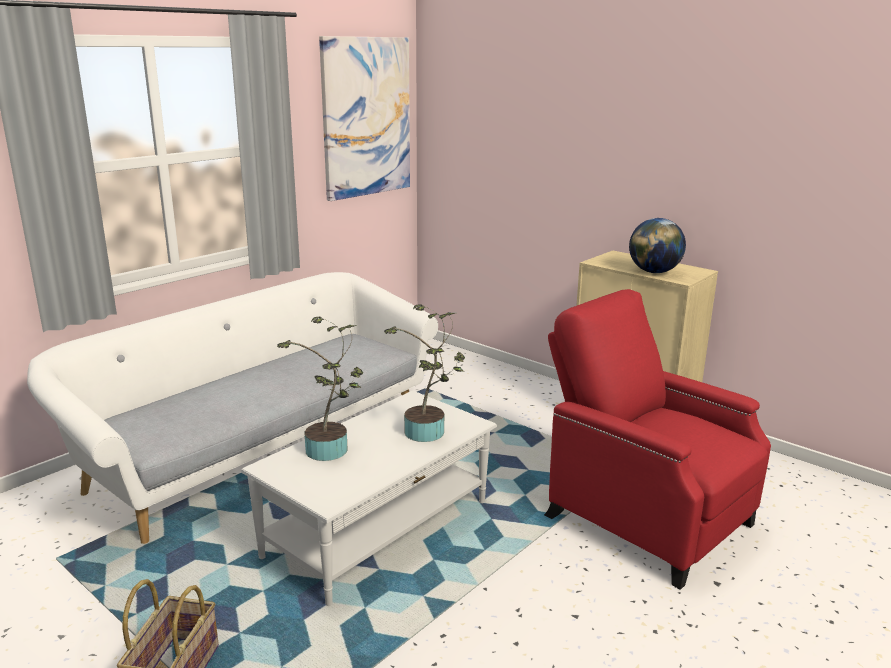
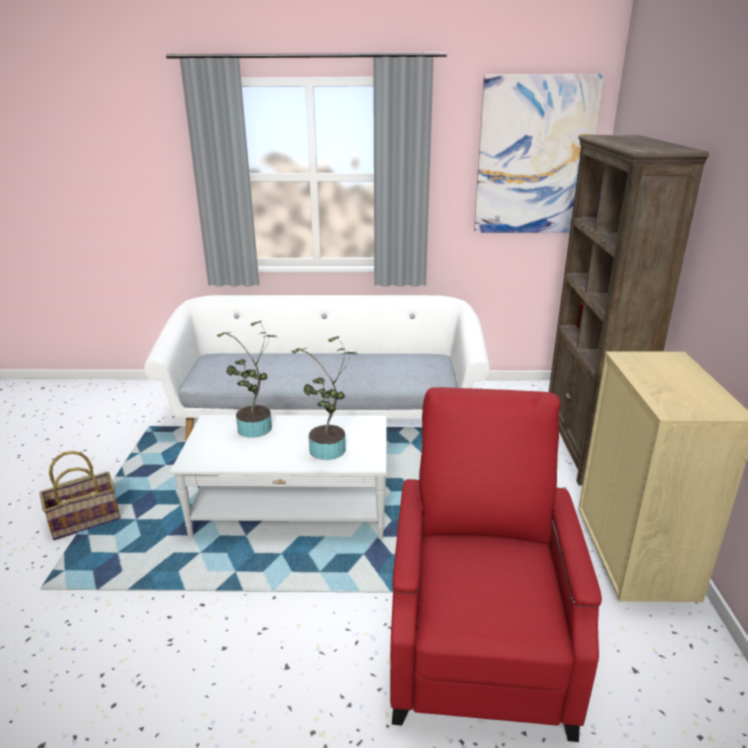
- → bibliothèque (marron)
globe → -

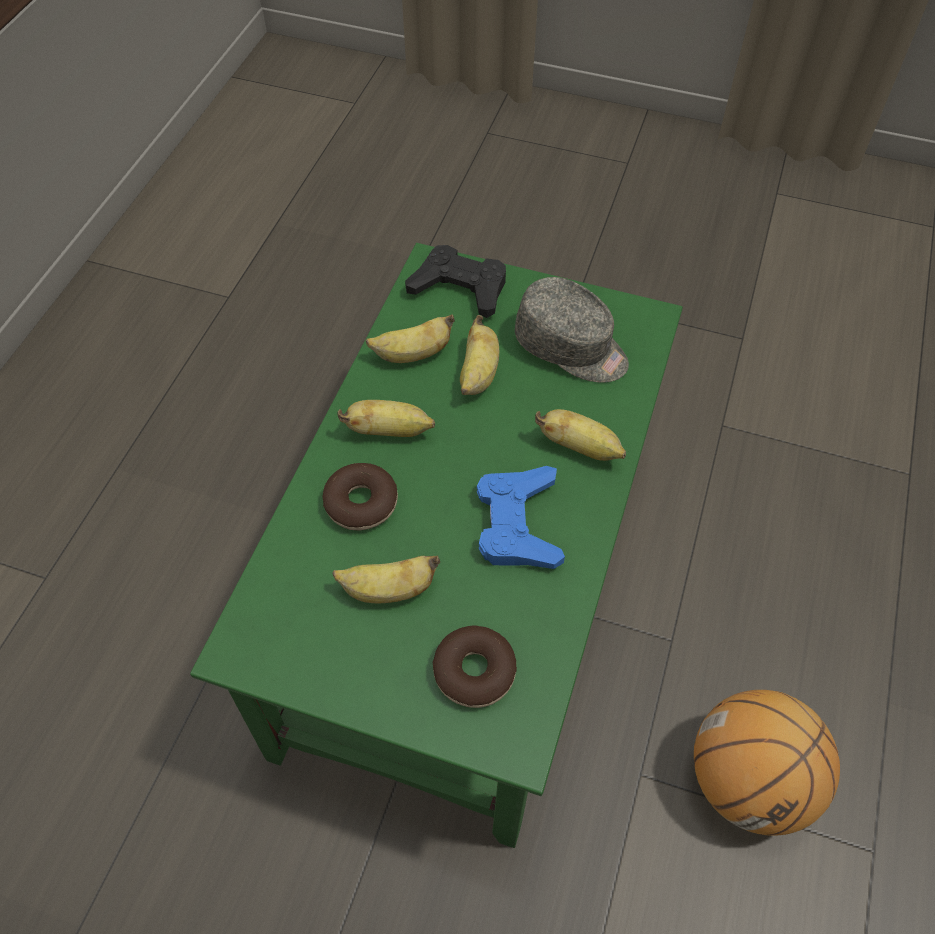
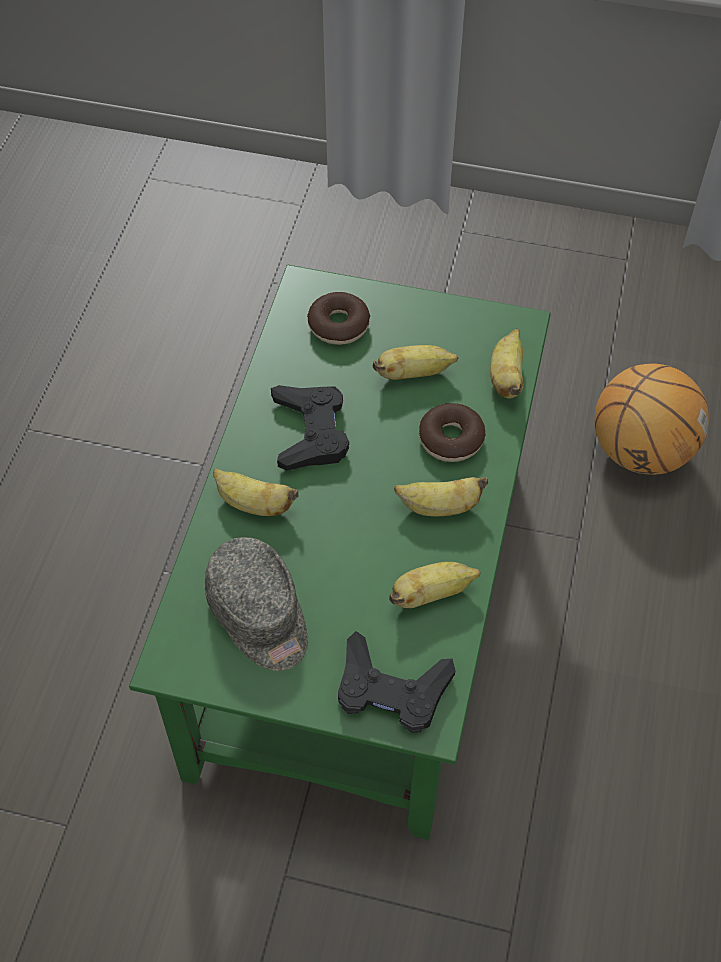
casquette (gris), 150 degrees counterclockwise
manette (bleu) → manette (noir) (1st from left)
banane (4th from left in the first image) → banane (5th from left), moved
ballon de basket, moved

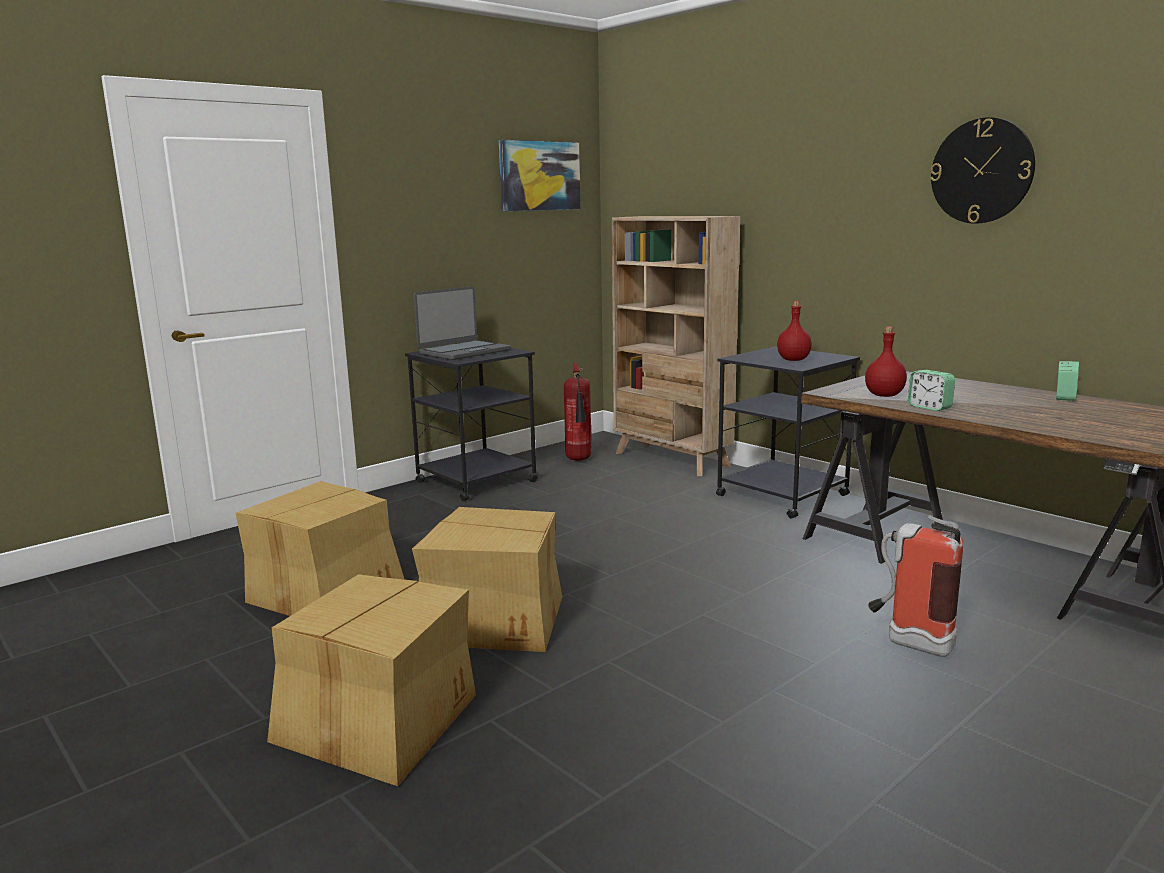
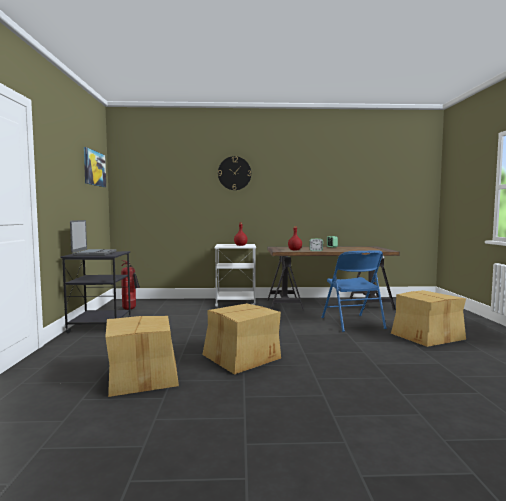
chariot (noir) (2nd from left) → chariot (blanc)
horloge murale, moved
extincteur (2nd from left) → chaise (bleu)
carton (2nd from left in the first image) → carton (3rd from left), moved
bibliothèque (beige) → -

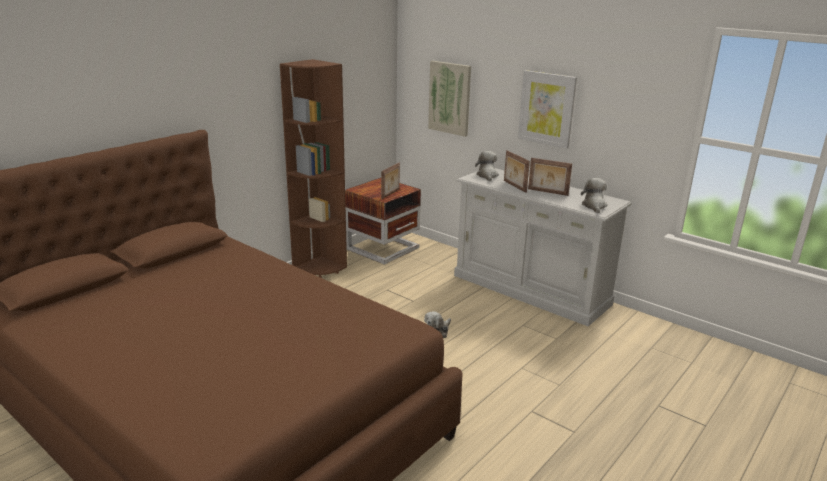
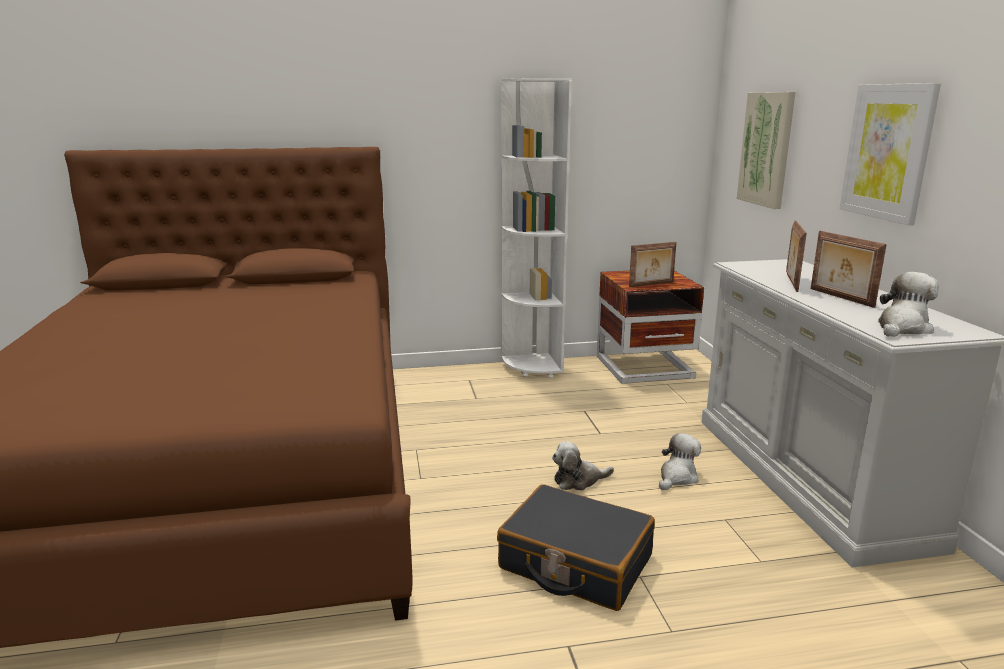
- → valise (noir)
bibliothèque (marron) → bibliothèque (blanc)
peluche (2nd from left), moved

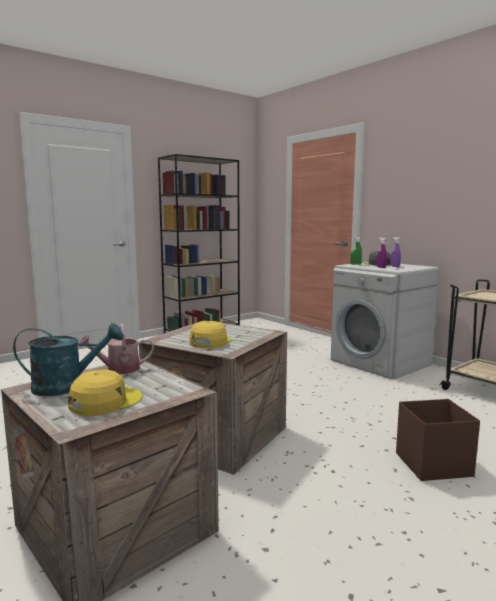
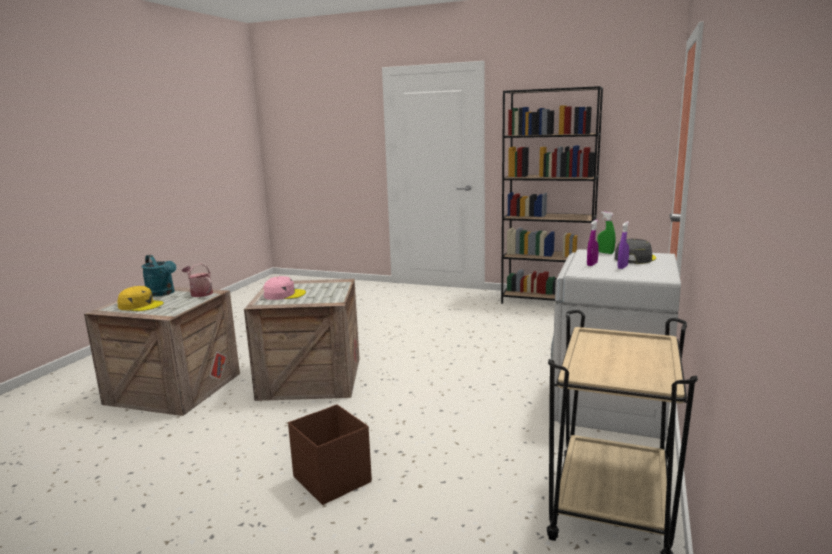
casquette (jaune) (2nd from left) → casquette (rose)

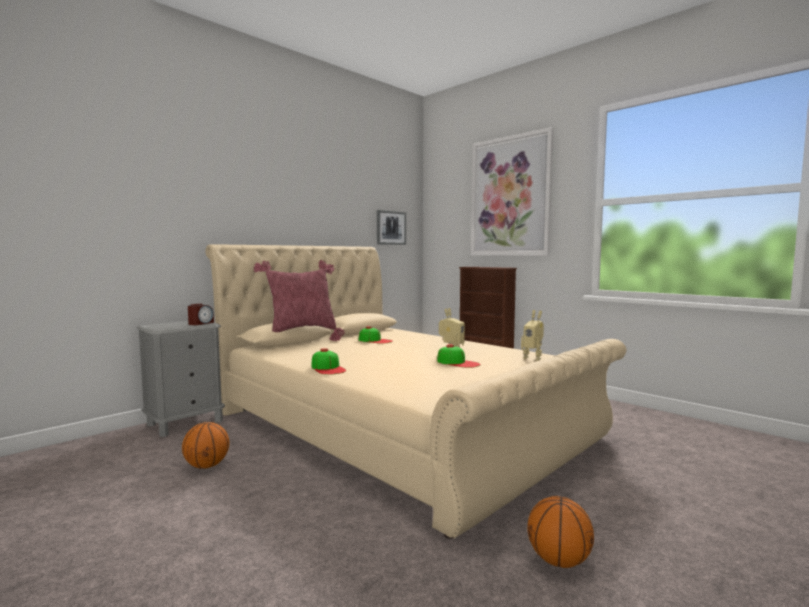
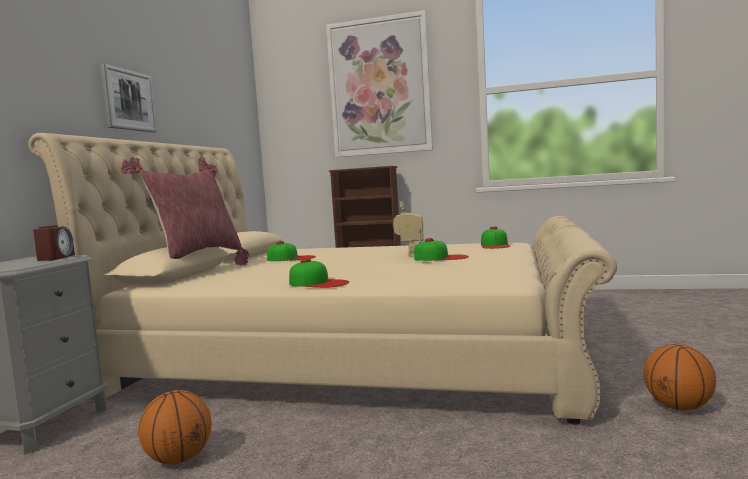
tableau (1st from left), moved
robot jouet (2nd from left) → casquette (4th from left)

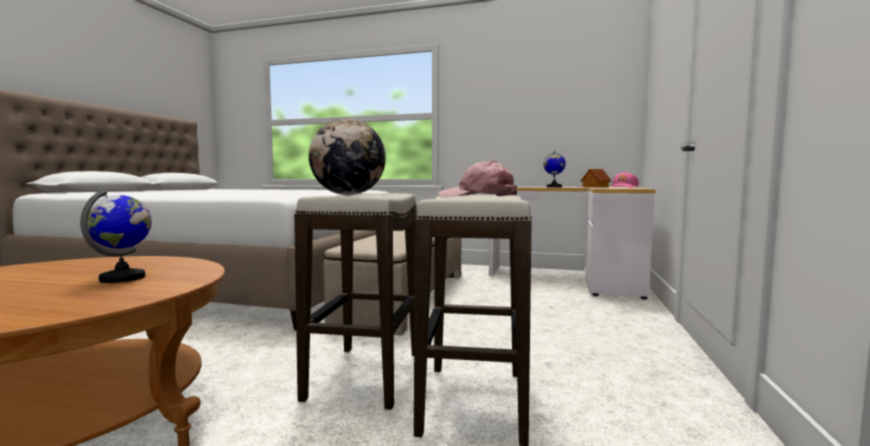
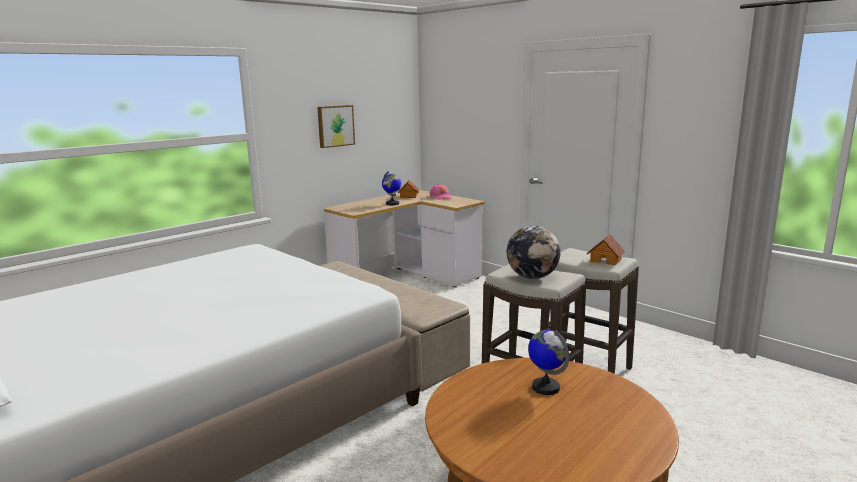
- → tableau
casquette (rose) (1st from left) → maison miniature (2nd from left)

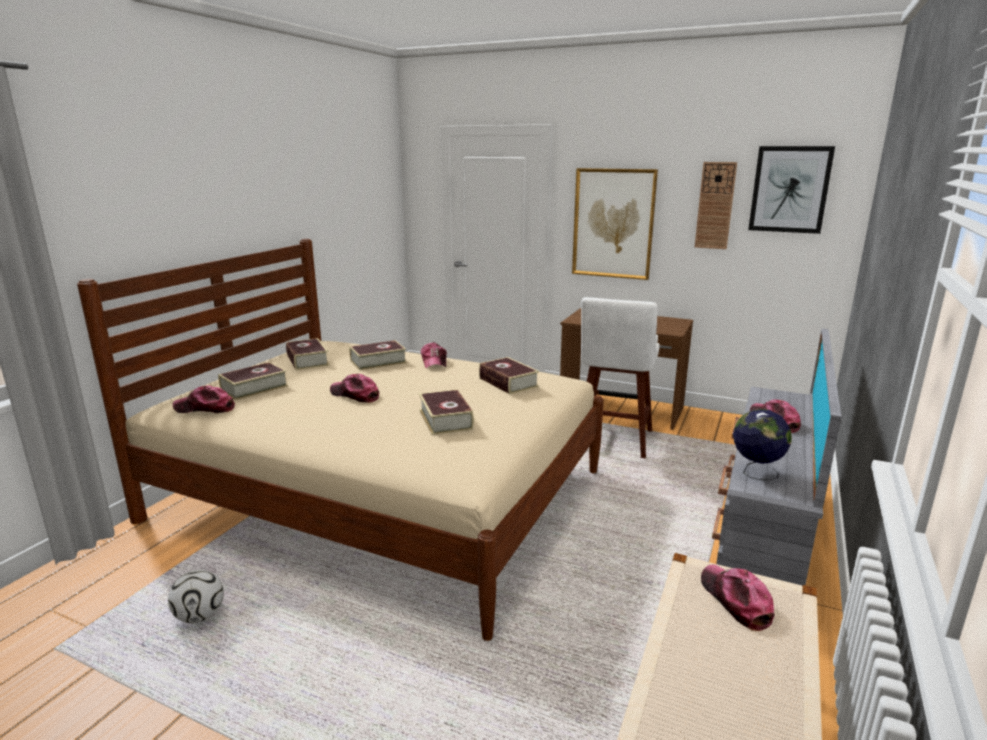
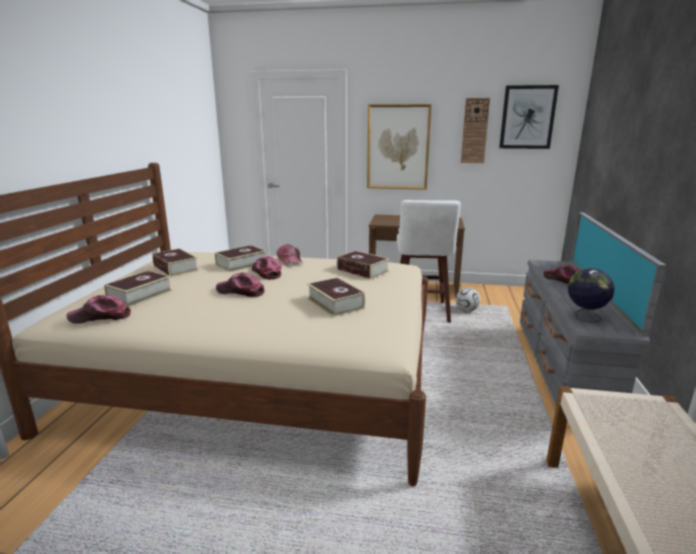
casquette (4th from left in the first image) → casquette (3rd from left), moved
ballon de foot, moved

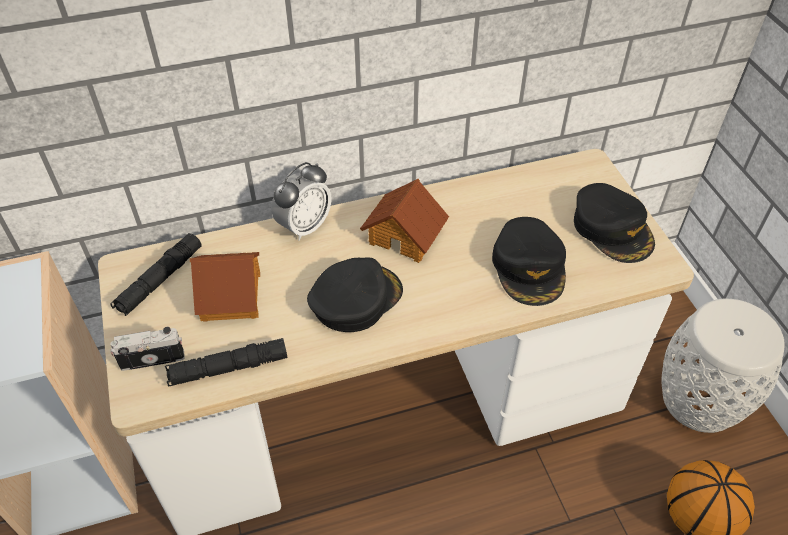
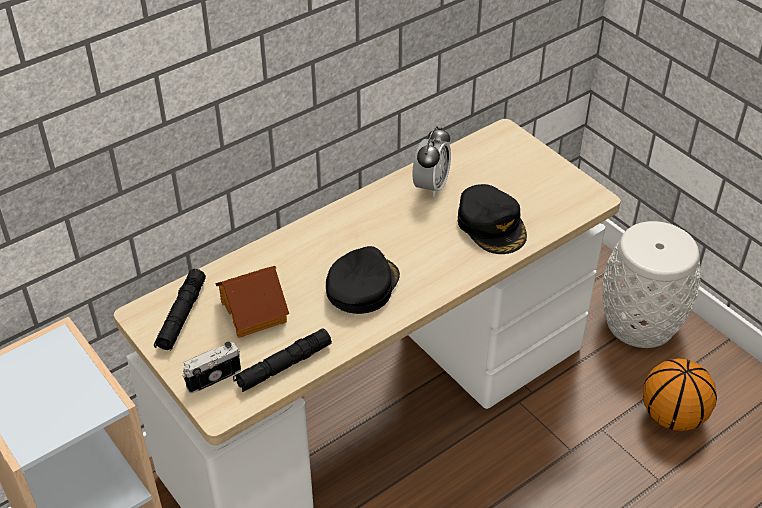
réveil, moved
maison miniature (2nd from left) → -
casquette (noir) (3rd from left) → -

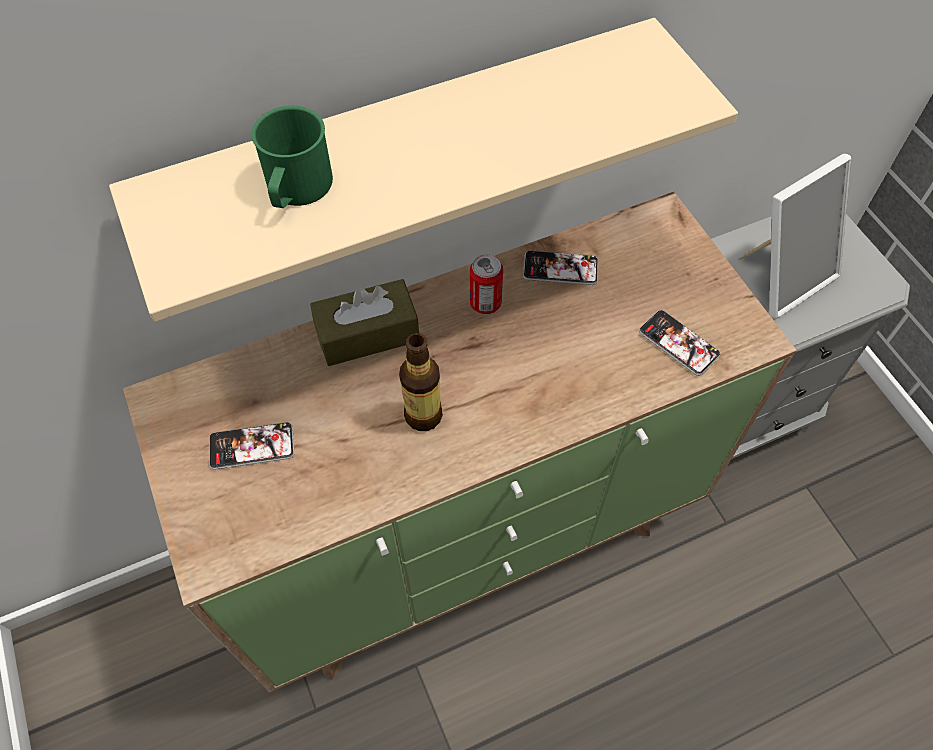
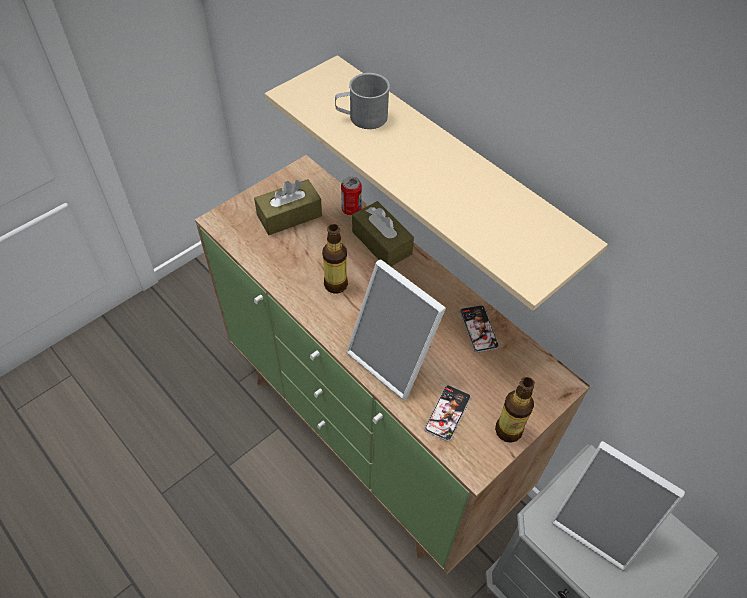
téléphone (1st from left) → boîte à mouchoirs (marron) (1st from left)
mug (vert) → mug (gris)
boîte métallique, moved
- → cadre photo (1st from left)
- → bouteille (2nd from left)

